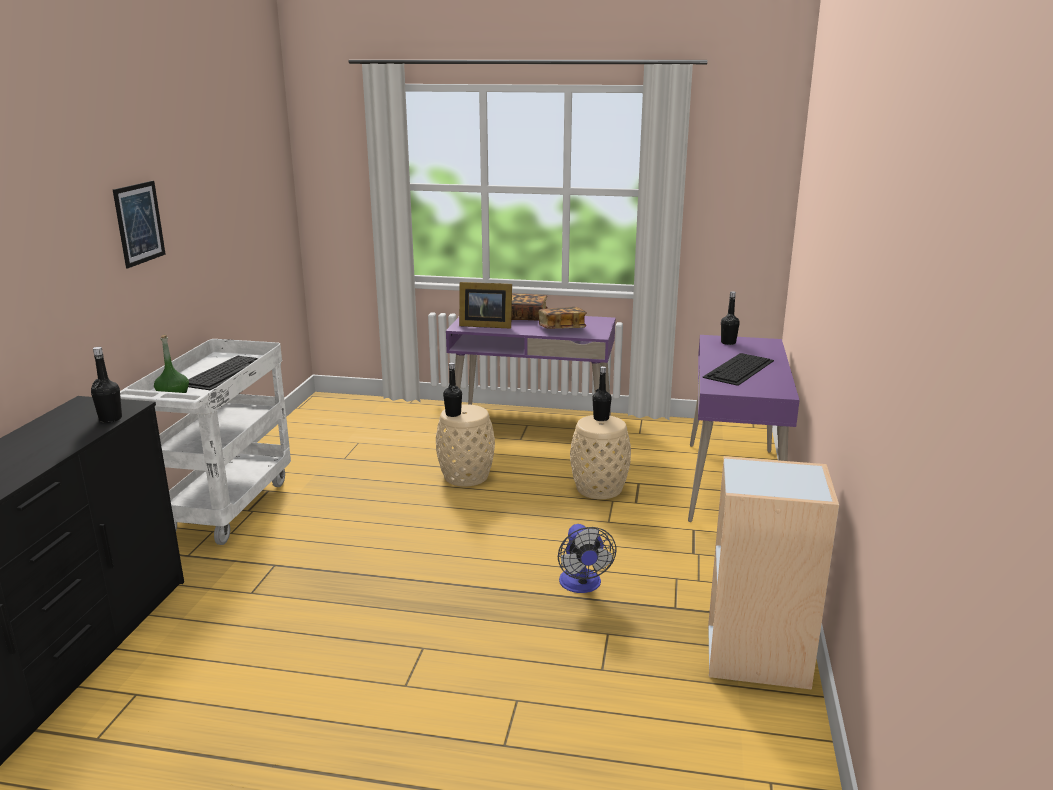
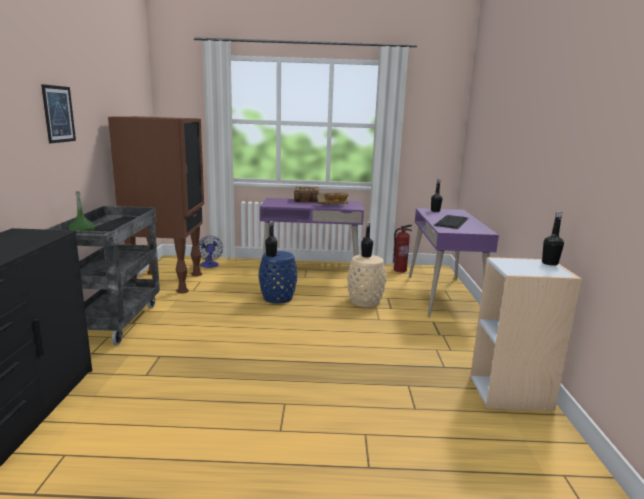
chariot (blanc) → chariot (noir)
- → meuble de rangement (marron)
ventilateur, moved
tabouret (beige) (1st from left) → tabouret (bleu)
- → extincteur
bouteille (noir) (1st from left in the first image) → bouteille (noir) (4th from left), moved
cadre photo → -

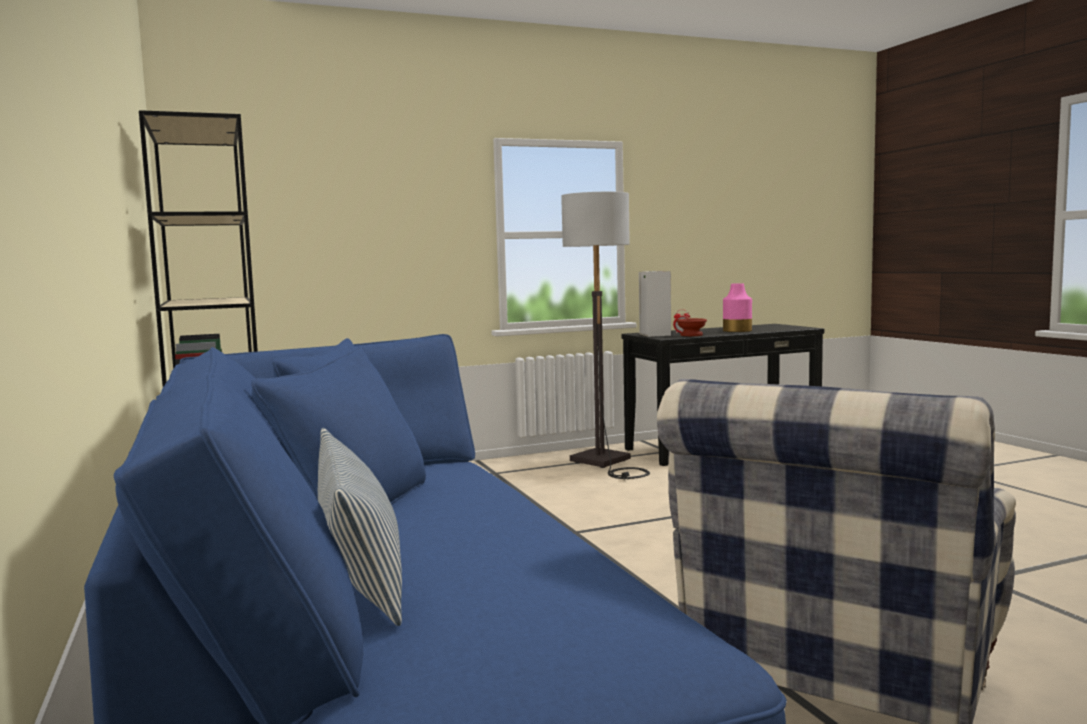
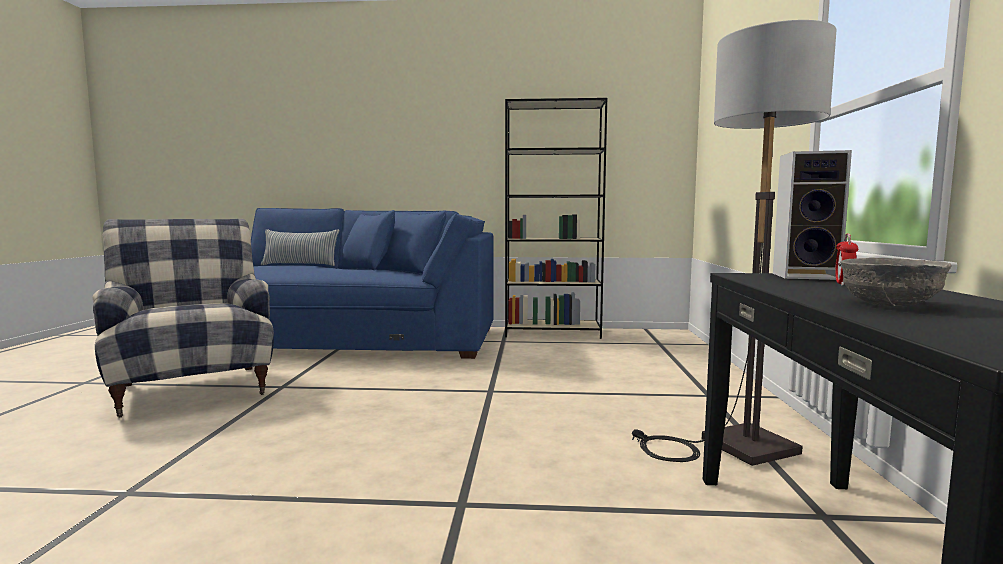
vase (rose) → bol (gris)
bol (marron) → -

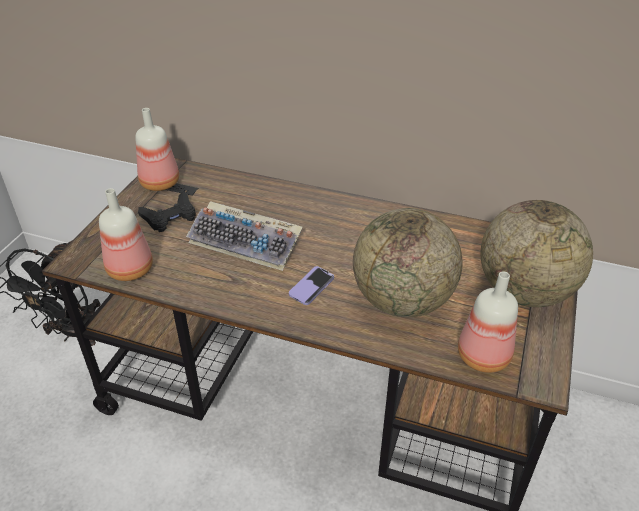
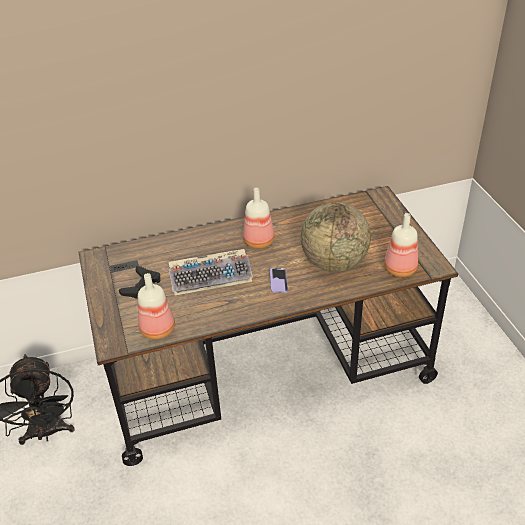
bouteille (2nd from left), moved
globe (2nd from left) → -

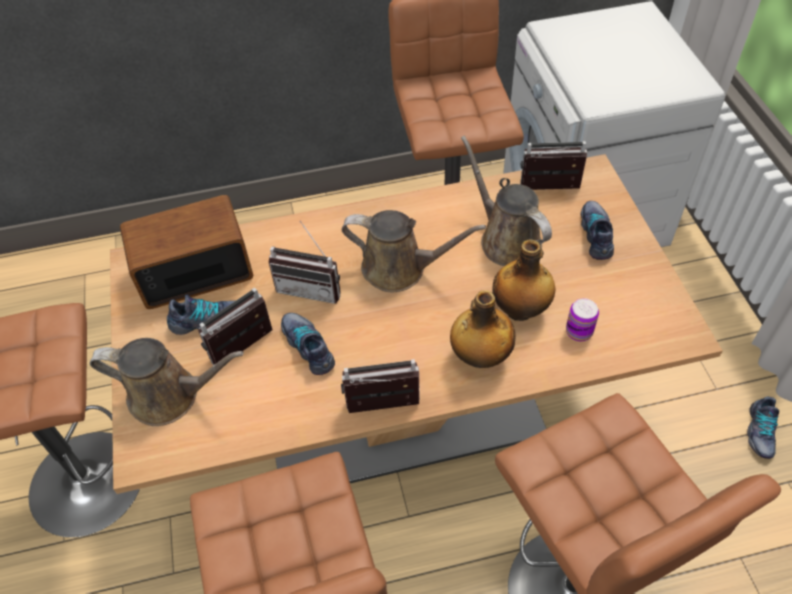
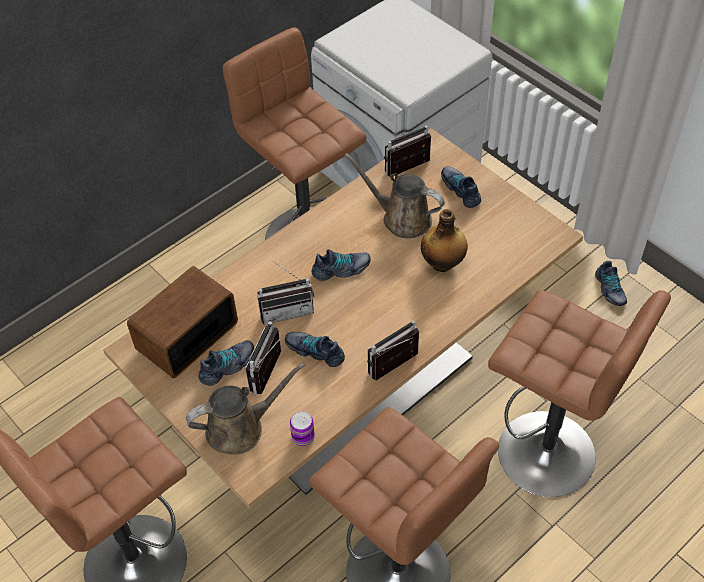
boîte métallique, moved
arrosoir (marron) (2nd from left) → chaussure (3rd from left)
bouteille (1st from left) → -

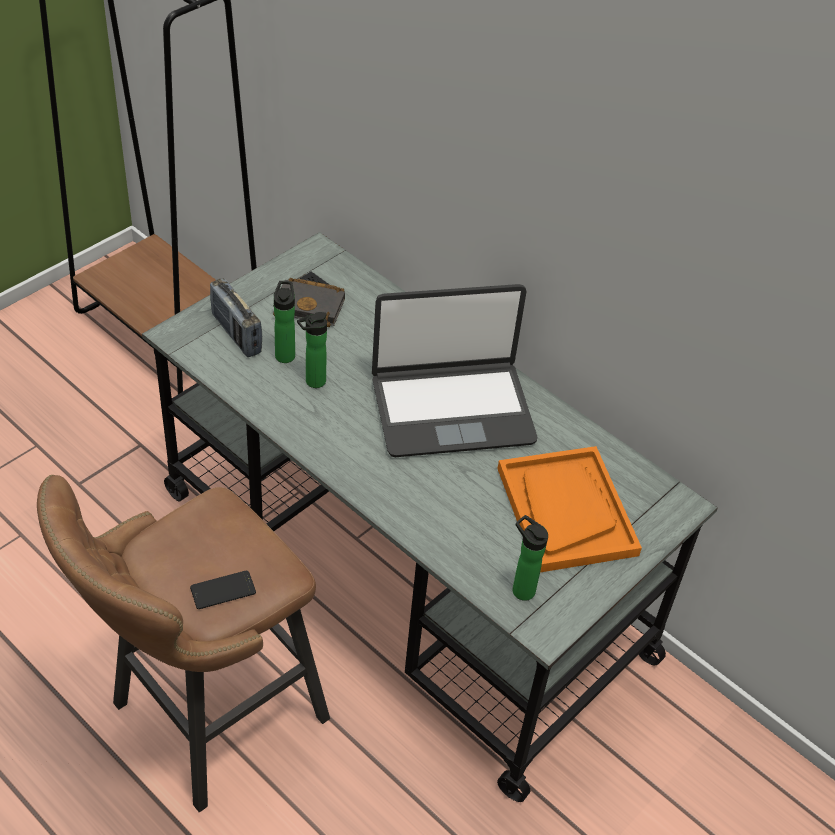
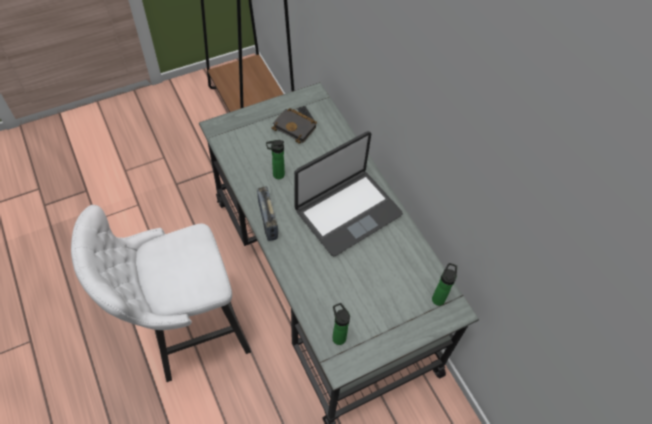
tabouret (marron) → tabouret (blanc)
radio, moved
ordinateur portable, 45 degrees counterclockwise
bouteille (1st from left in the first image) → bouteille (3rd from left), moved
téléphone → -
plateau (orange) → -

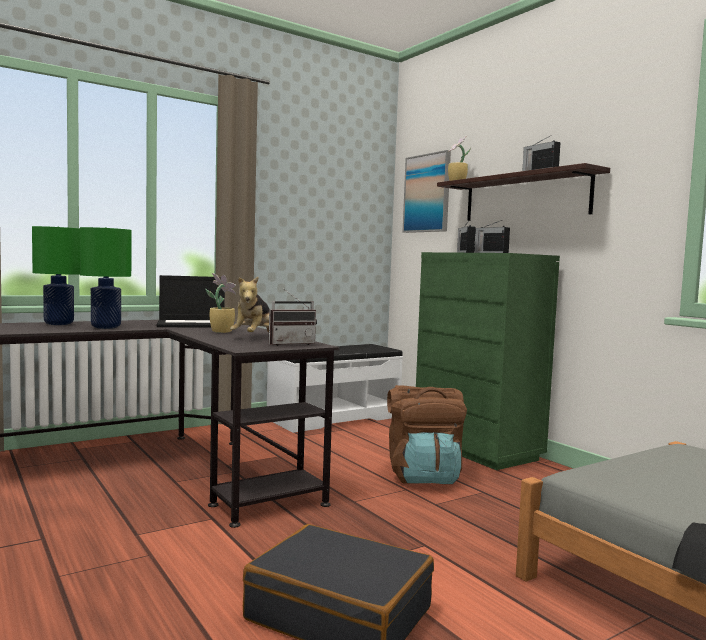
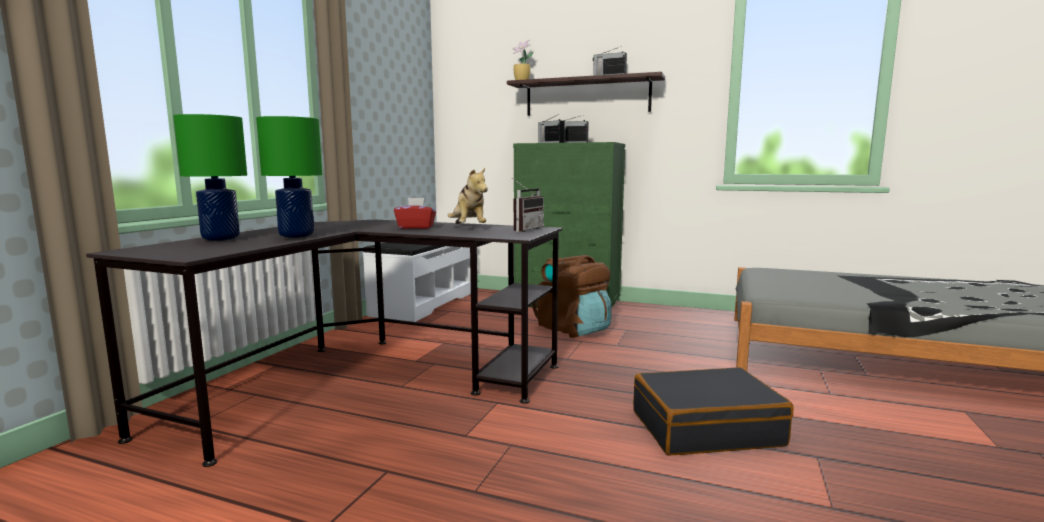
plante en pot (1st from left) → boîte à mouchoirs (rouge)
ordinateur portable → -
tableau → -

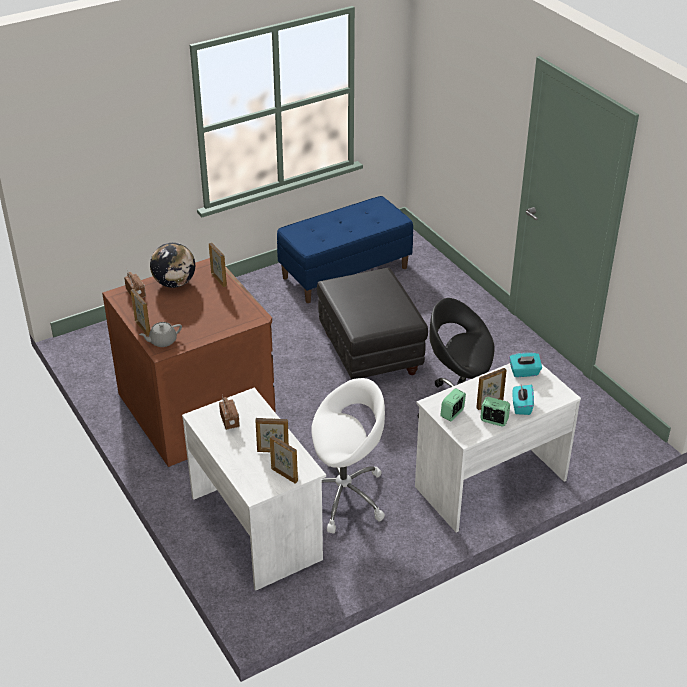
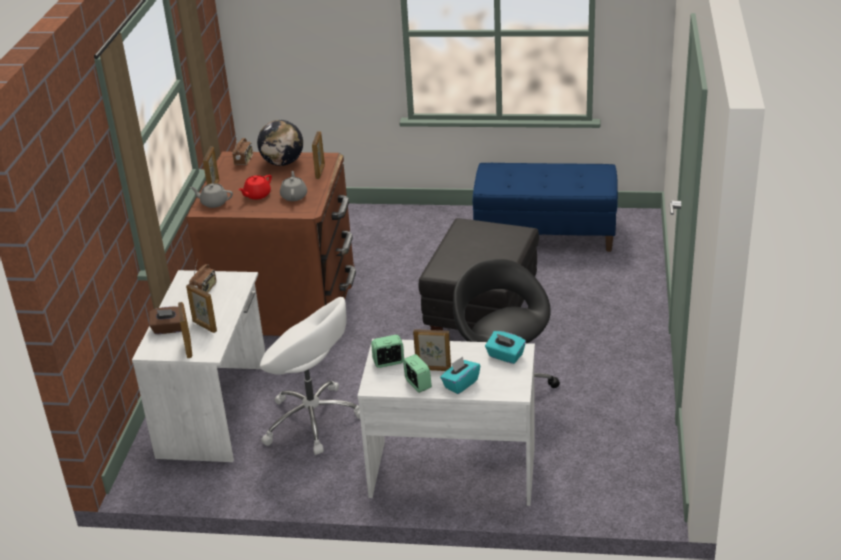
- → boîte à mouchoirs (marron)
- → théière (rouge)
- → théière (gris) (2nd from left)

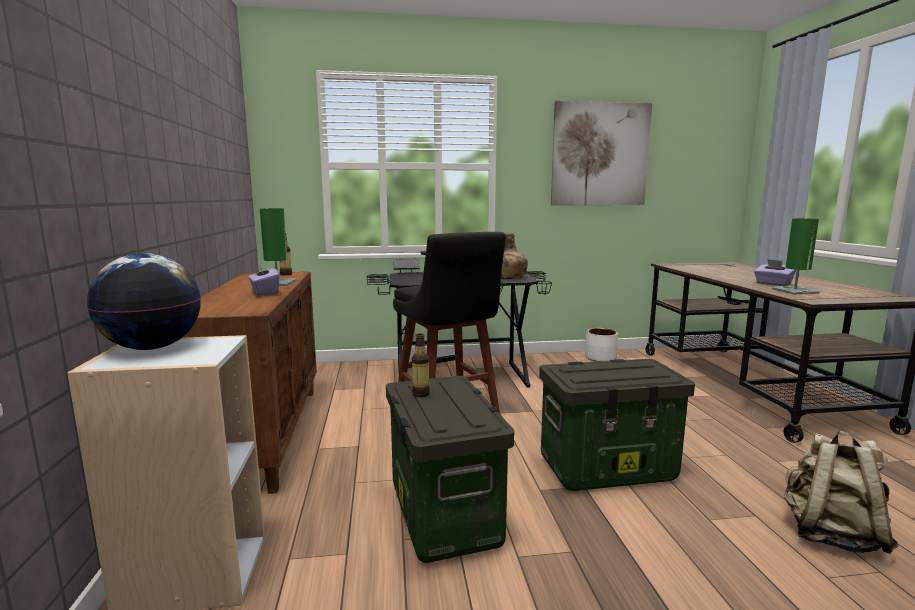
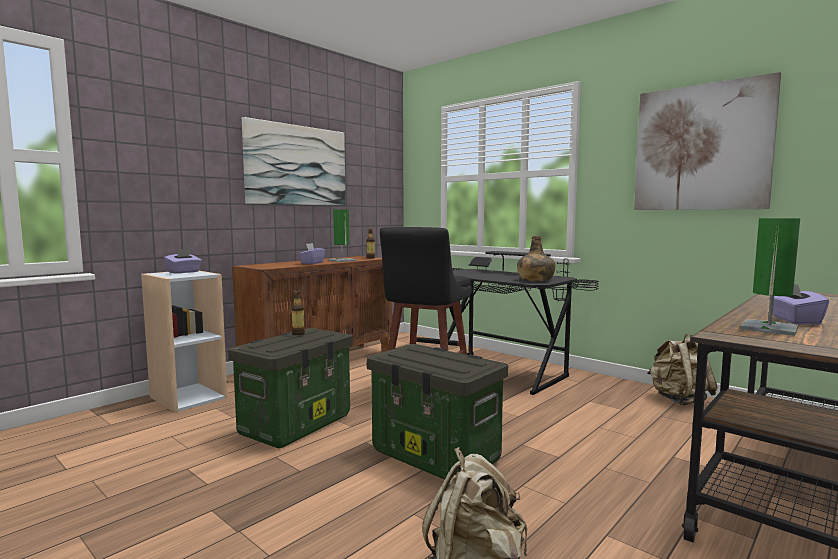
globe → boîte à mouchoirs (violet) (1st from left)
- → tableau (1st from left)
cache-pot (blanc) → sac à dos (beige) (2nd from left)

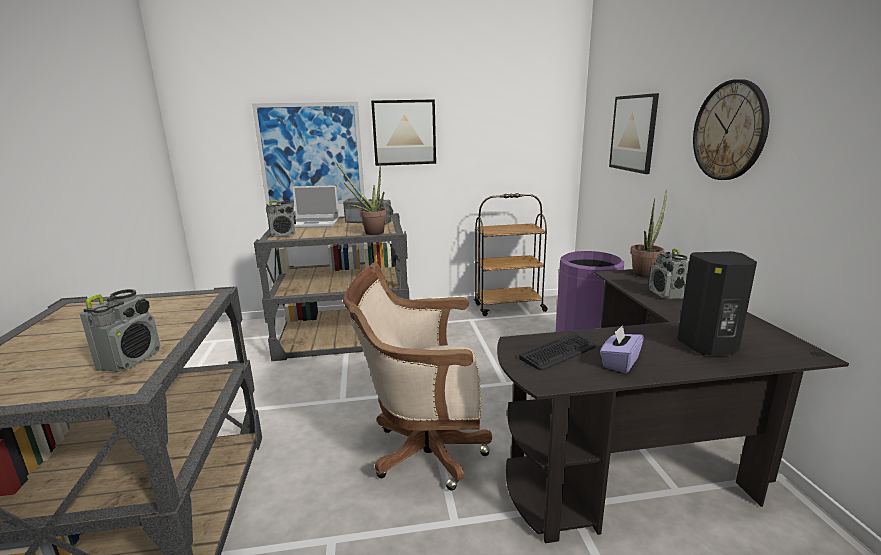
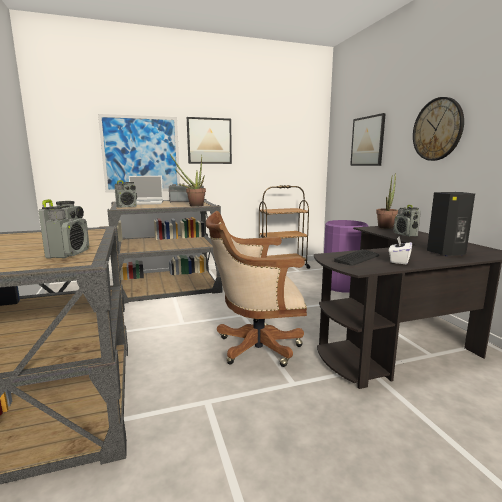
boîte à mouchoirs (violet) → boîte à mouchoirs (blanc)

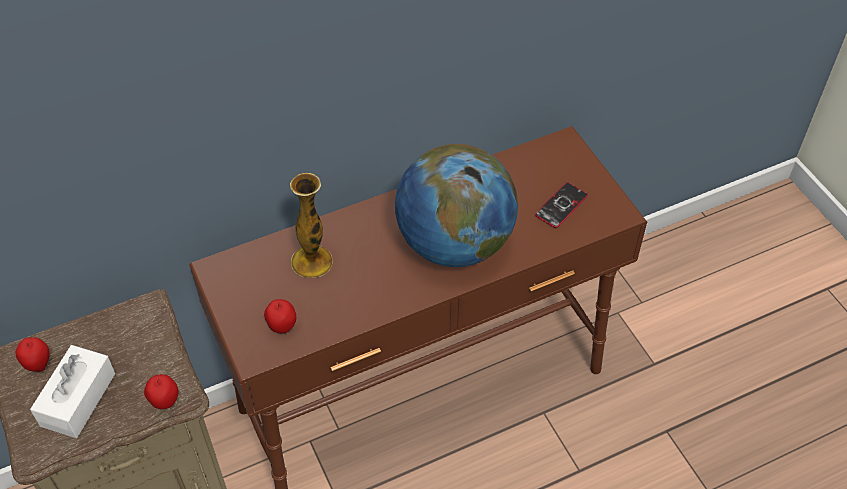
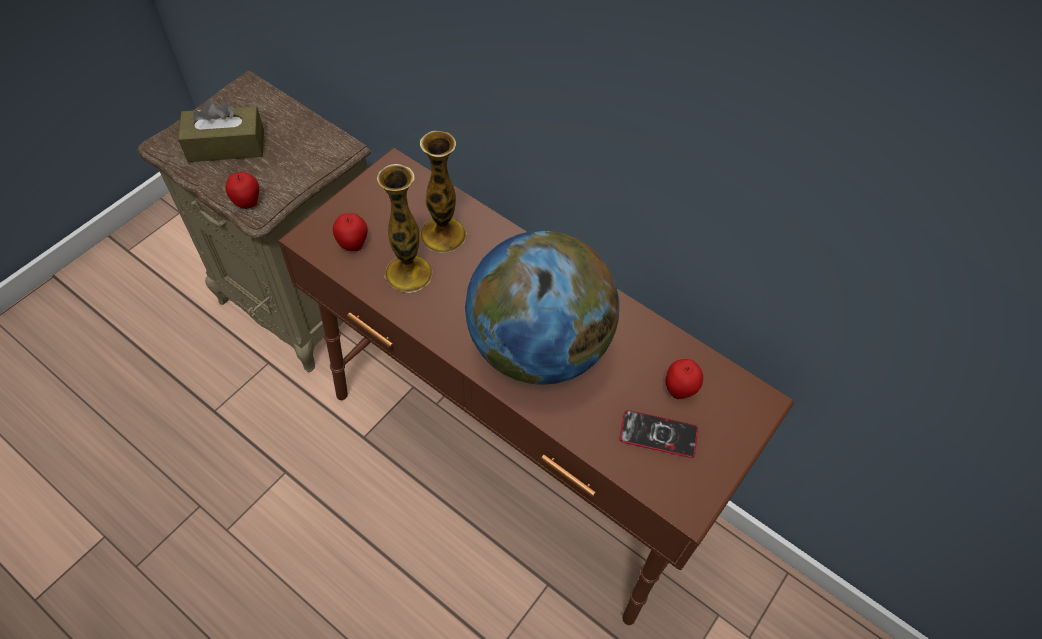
boîte à mouchoirs (blanc) → boîte à mouchoirs (marron)
- → vase (1st from left)
pomme (1st from left in the first image) → pomme (3rd from left), moved

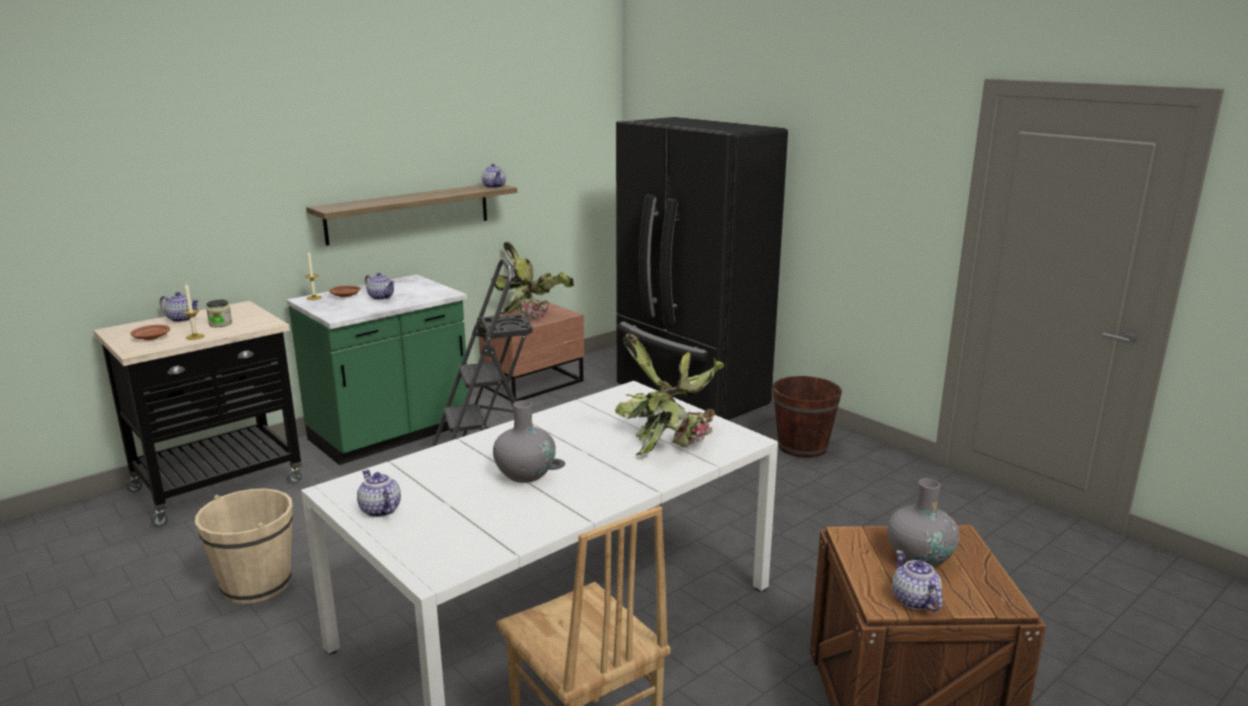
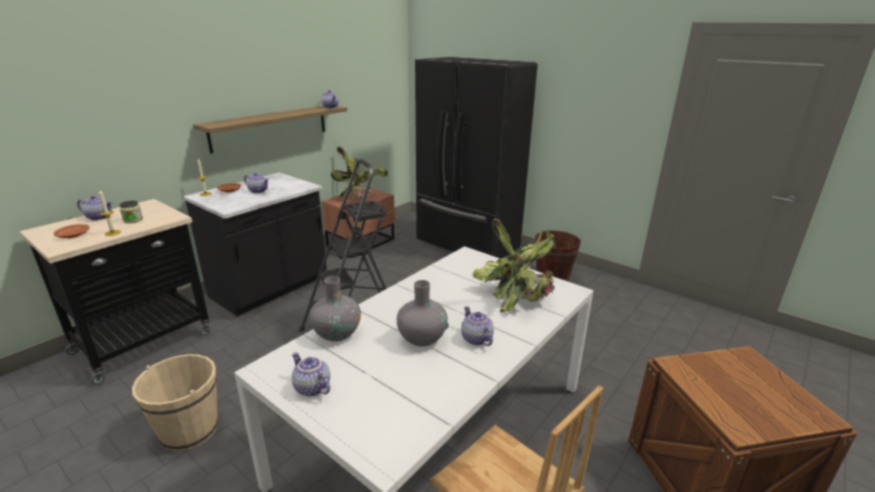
comptoir de cuisine (vert) → comptoir de cuisine (noir)
vase (gris) (2nd from left in the first image) → vase (gris) (1st from left), moved
théière (5th from left), moved

